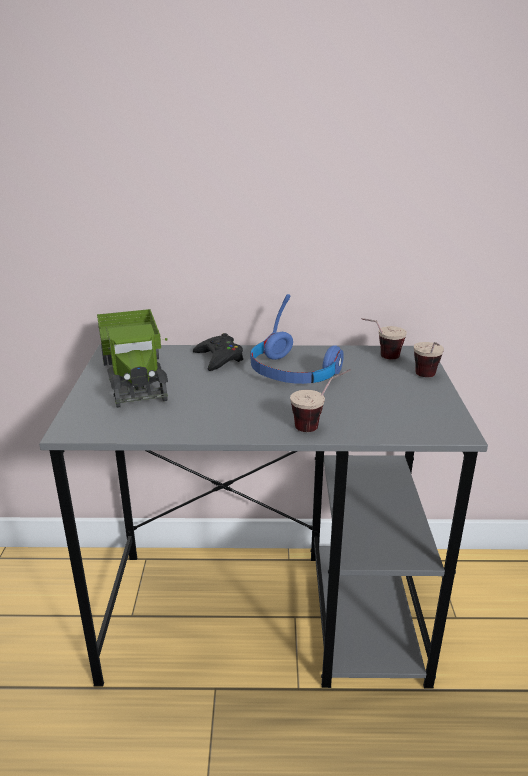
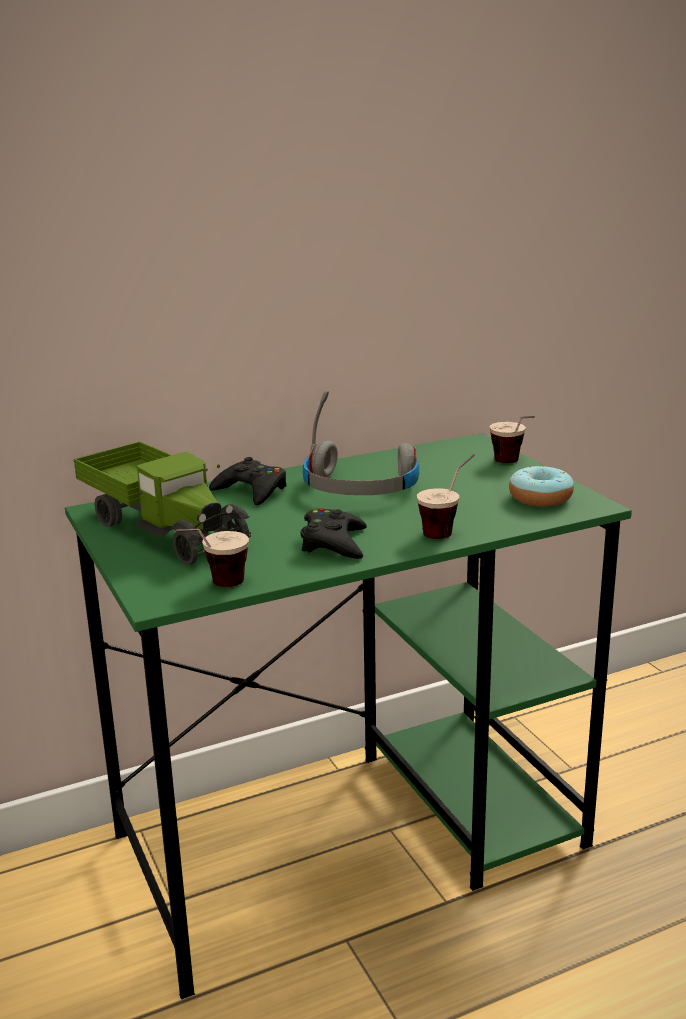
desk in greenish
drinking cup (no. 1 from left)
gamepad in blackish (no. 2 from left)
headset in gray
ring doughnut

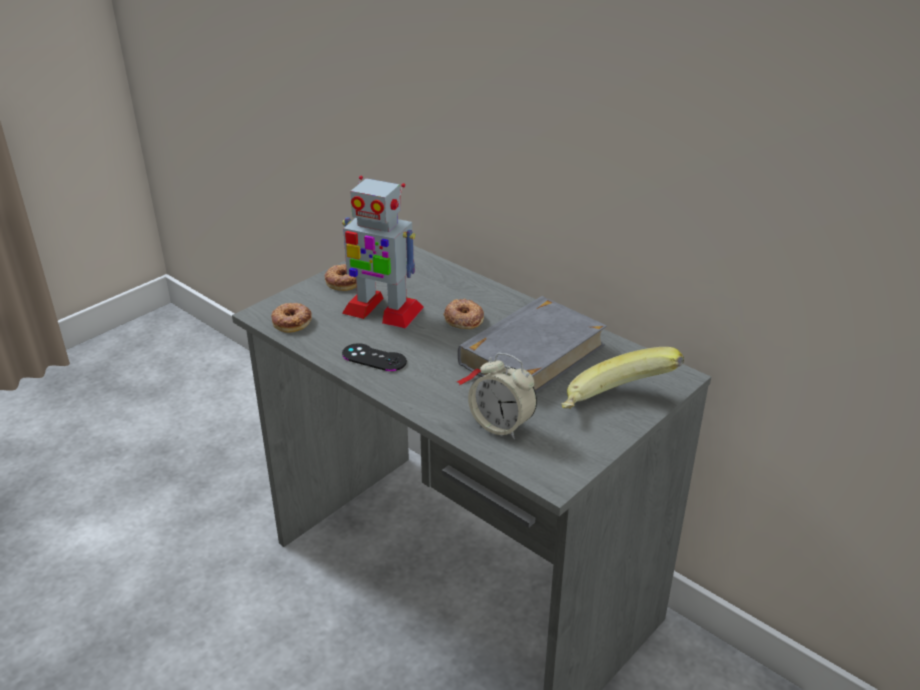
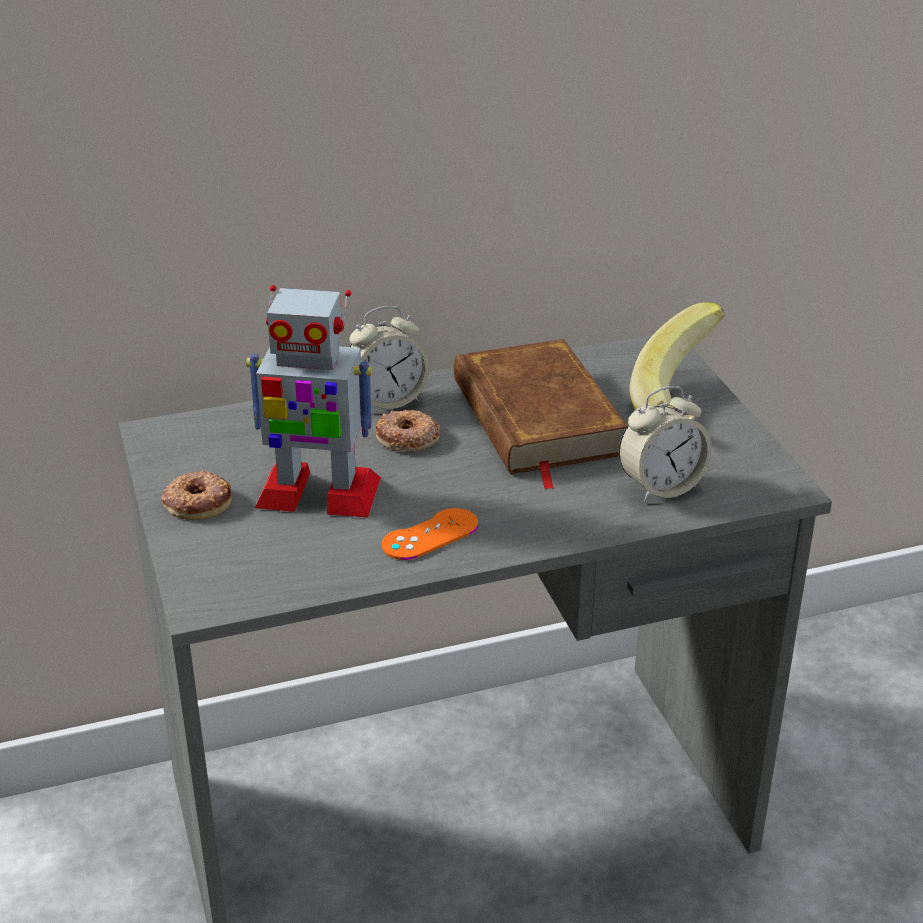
robot figure
table clock (no. 1 from left)
gamepad in orangey
bound book in brown-coloured
ring doughnut (no. 1 from left in the first image)

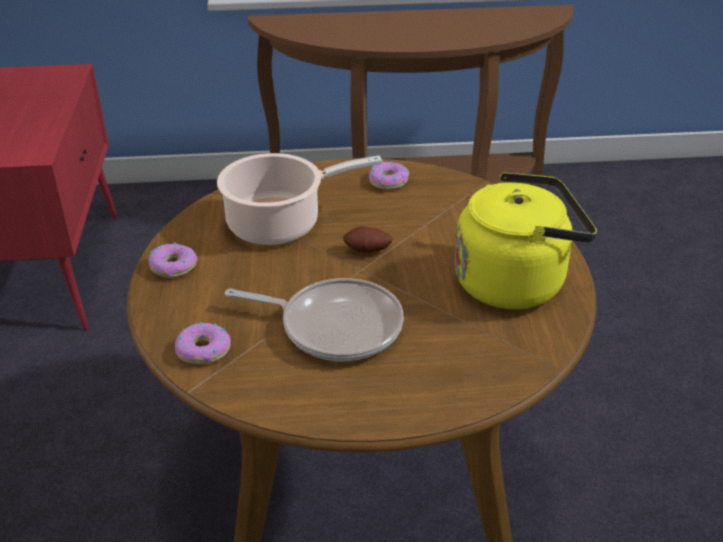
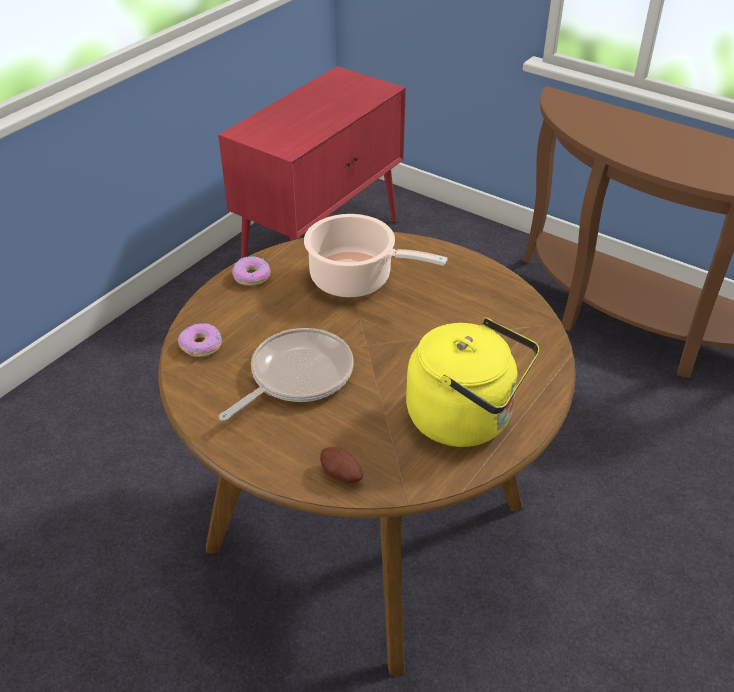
skillet
whole potato
ring doughnut (no. 3 from left in the first image)

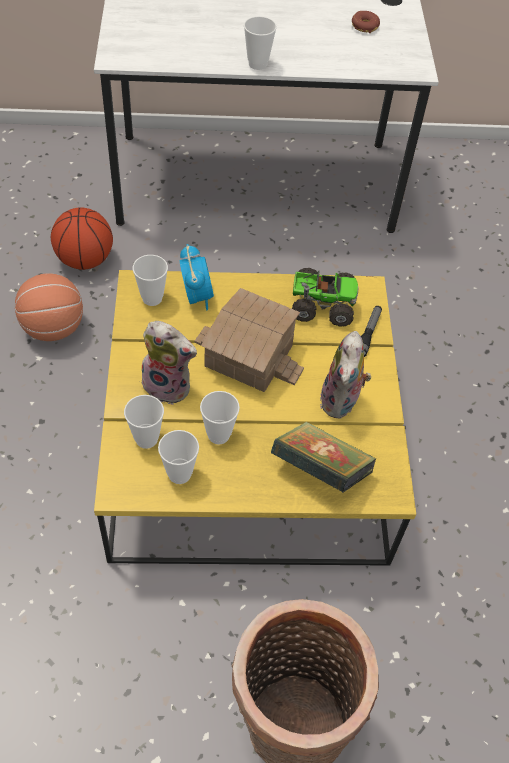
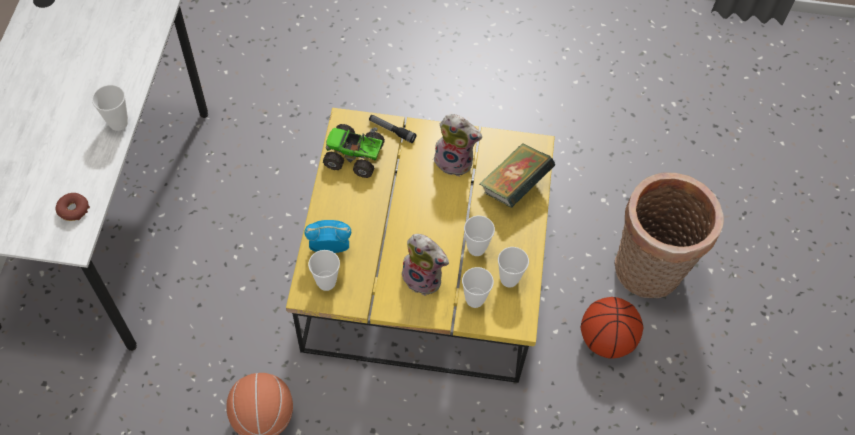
ring doughnut
model truck
soft toy (no. 1 from left)
basketball ball (no. 2 from left)
miniature house

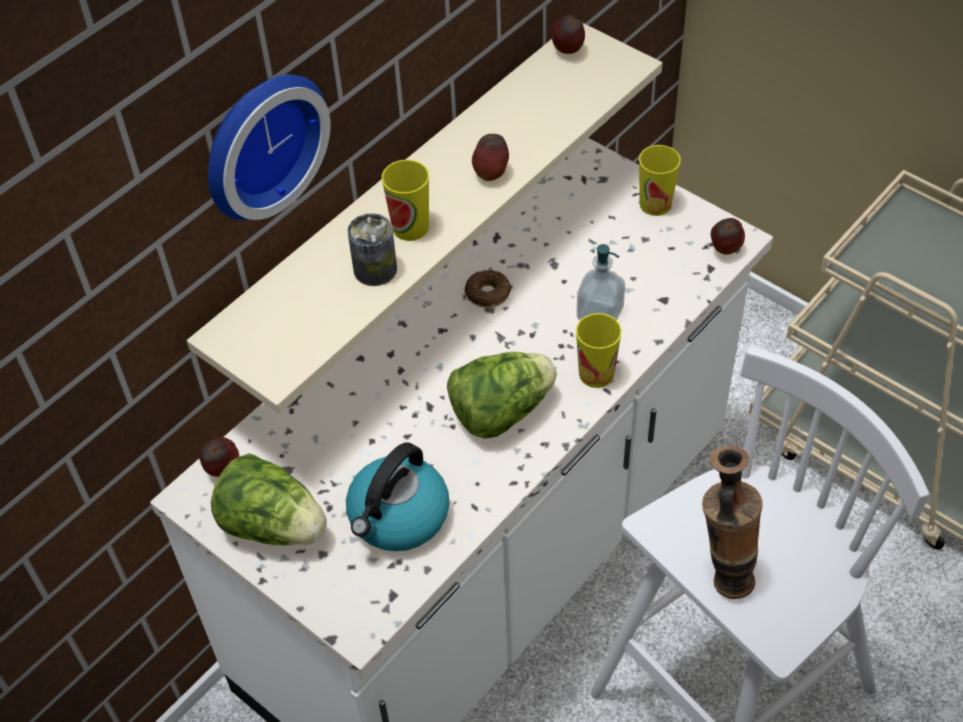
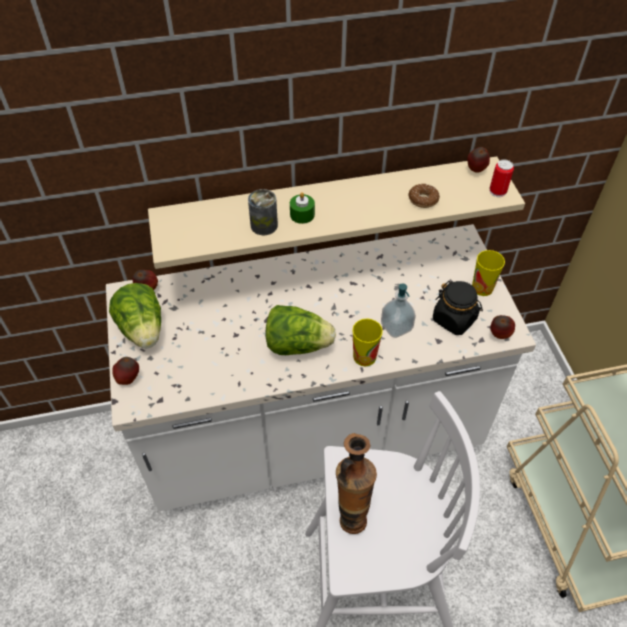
apple (no. 1 from left)
candle in greenish
ring doughnut
storage jar in blackish
metal can (no. 2 from left)
wall clock
kettle

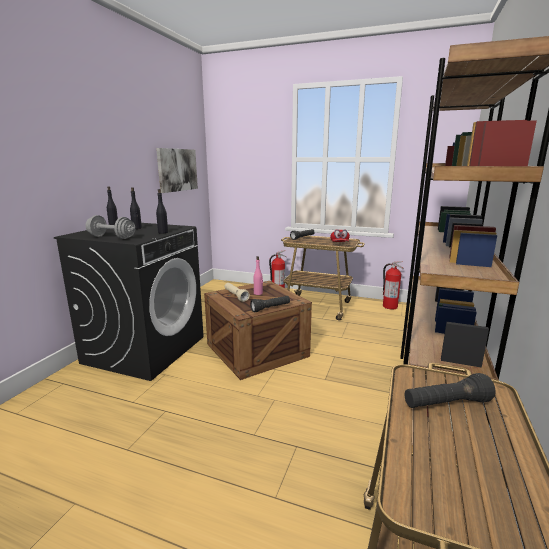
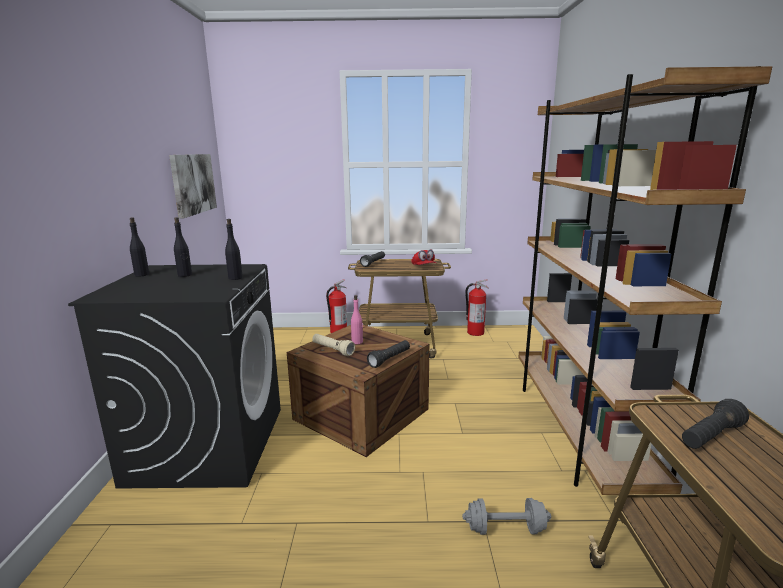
free weight in gray

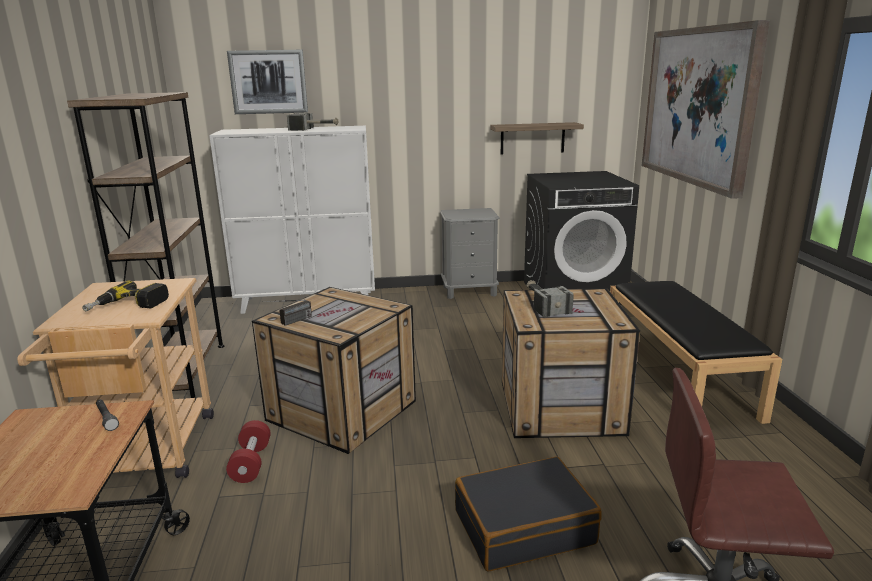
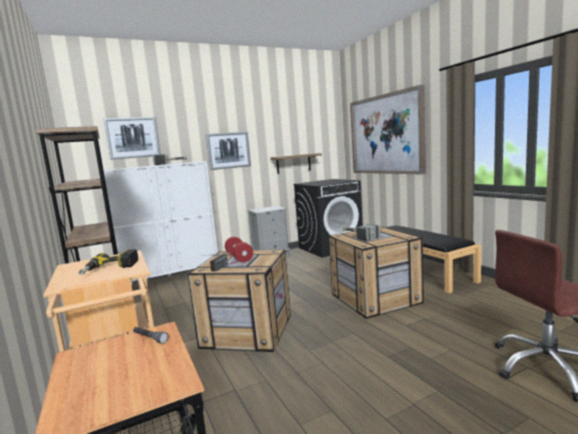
wall art (no. 2 from left)
free weight in reddish
travel case in blackish

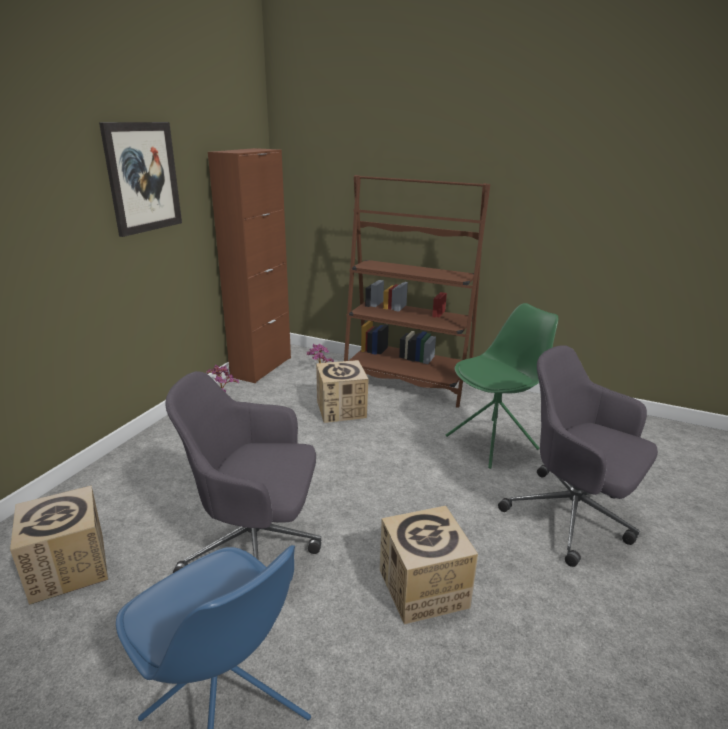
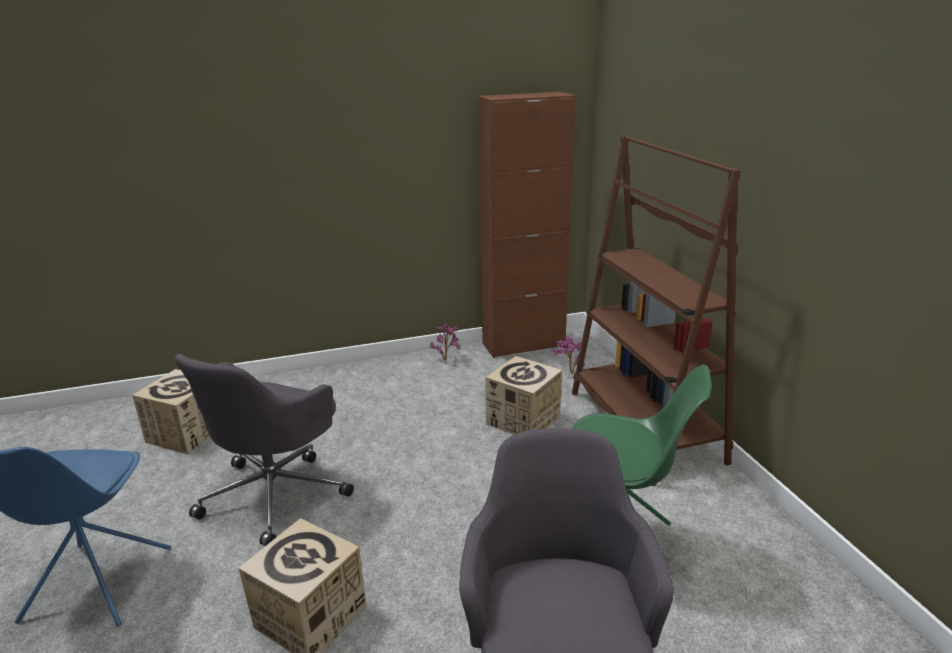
computer chair in gray (no. 1 from left)
wall art

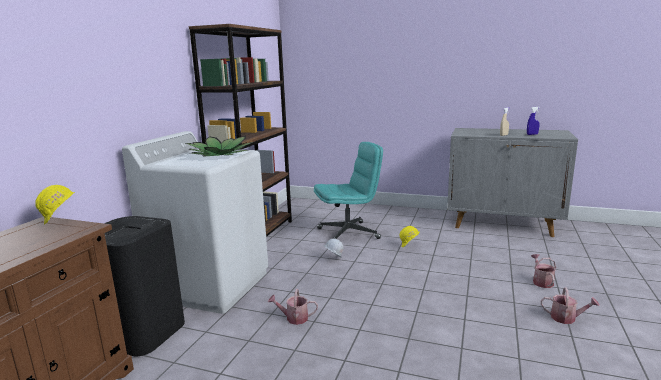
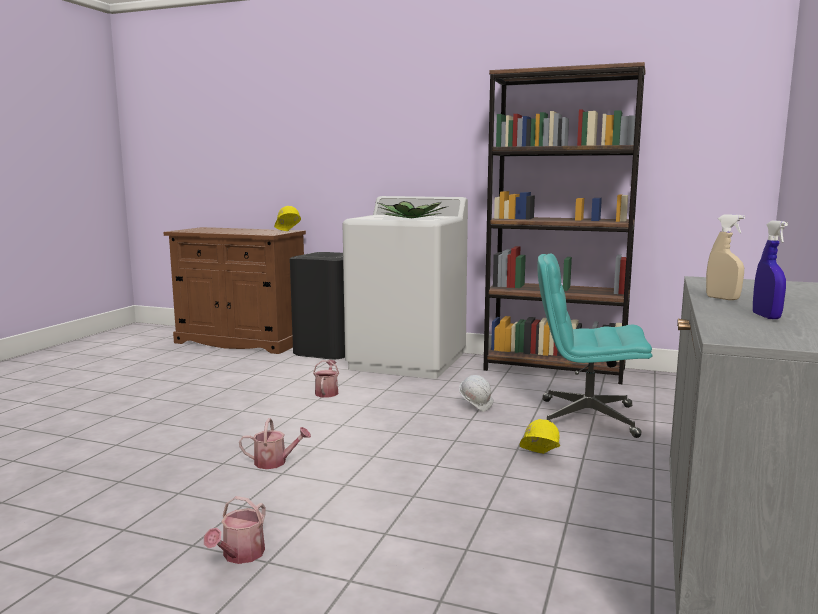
watering pot (no. 2 from left)
computer chair in blue-green

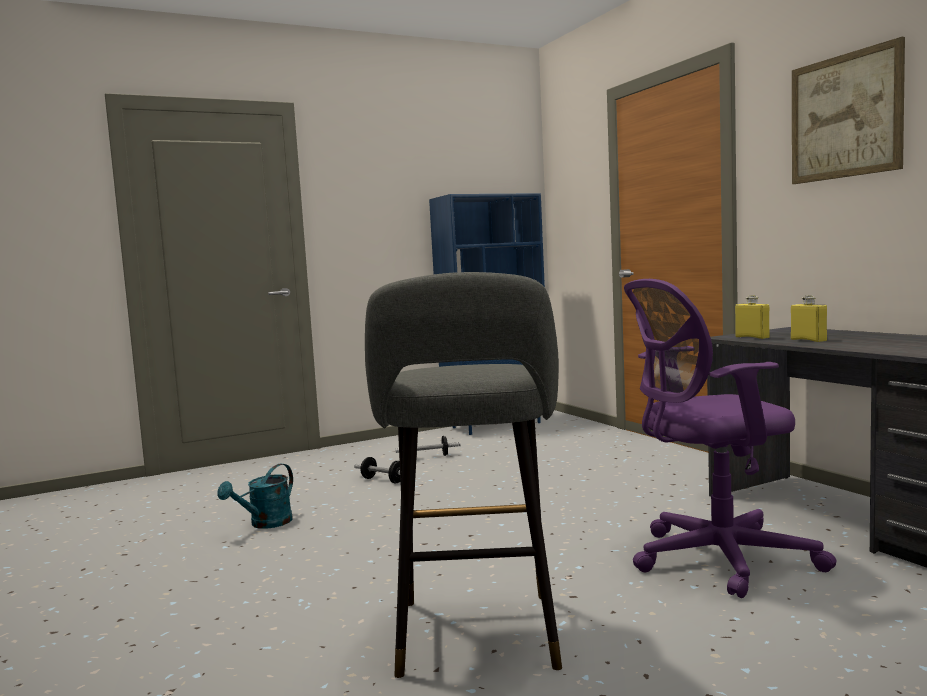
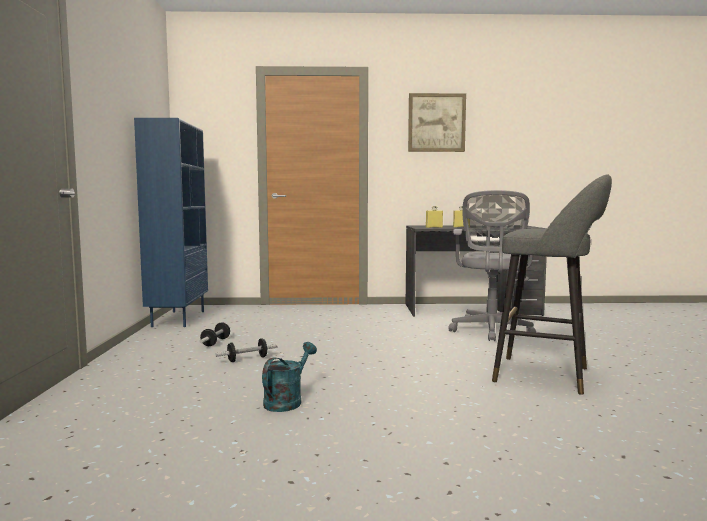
watering pot in blue-green
computer chair in gray

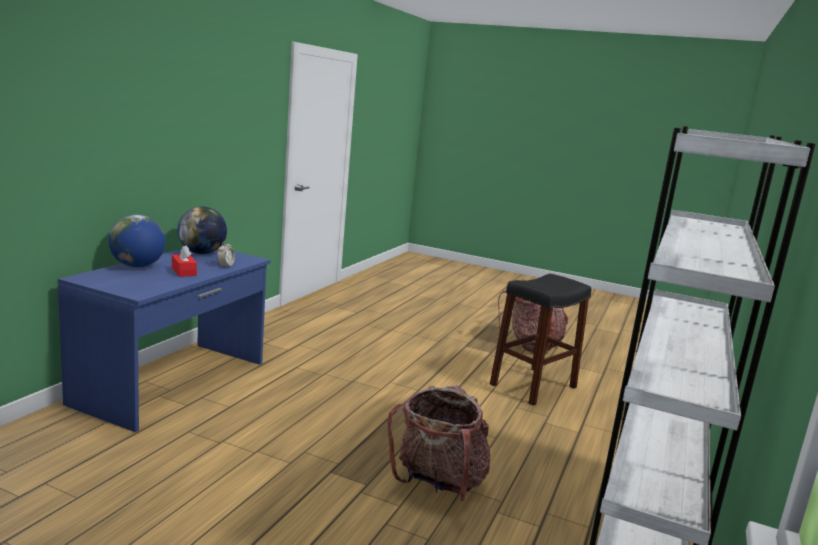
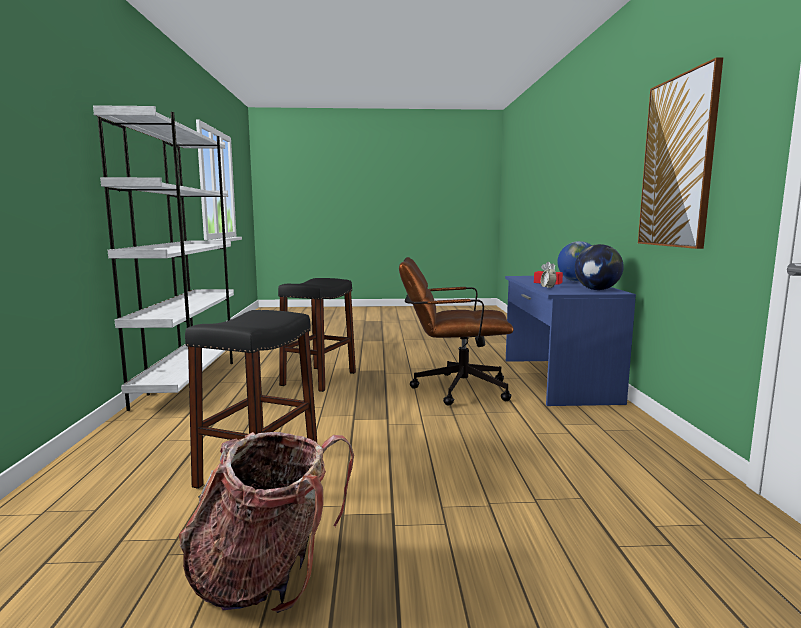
stool in blackish (no. 2 from left)
computer chair in brown-coloured
wall art

